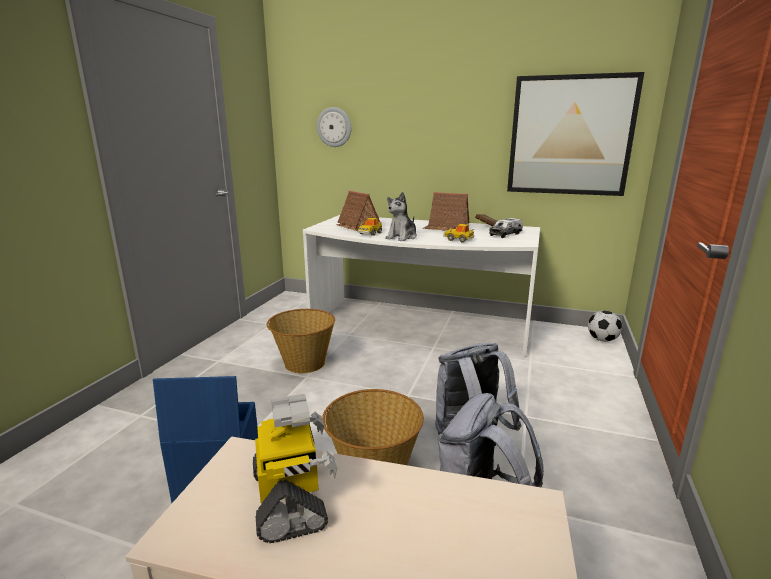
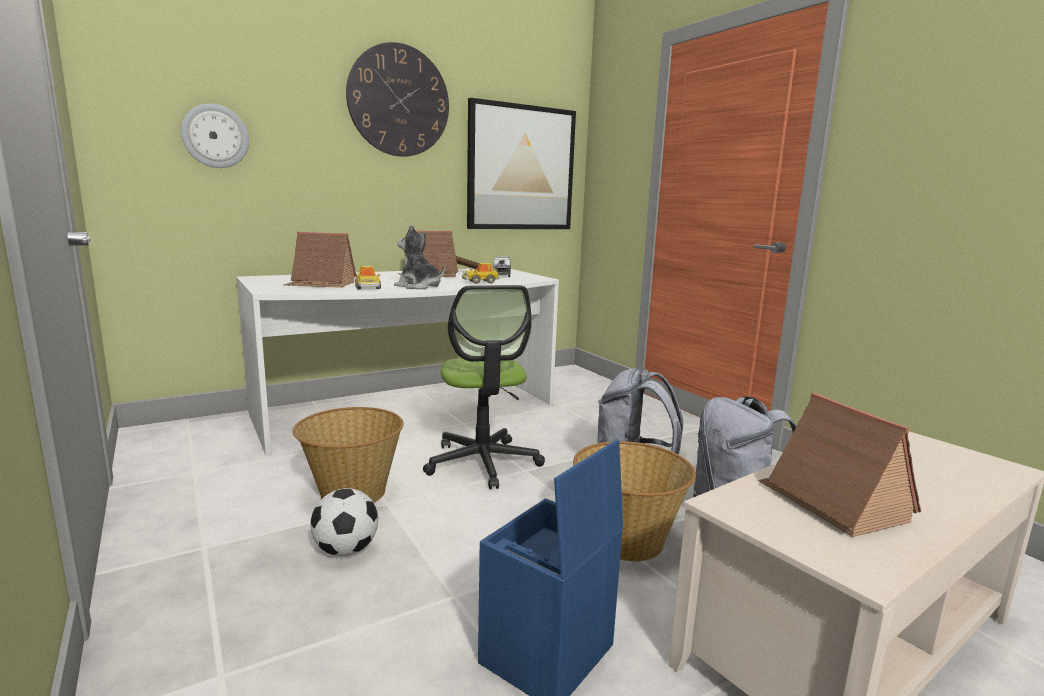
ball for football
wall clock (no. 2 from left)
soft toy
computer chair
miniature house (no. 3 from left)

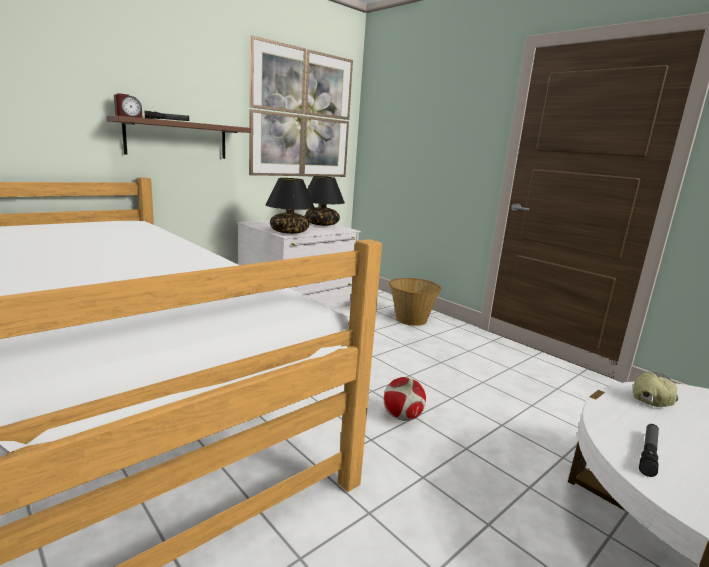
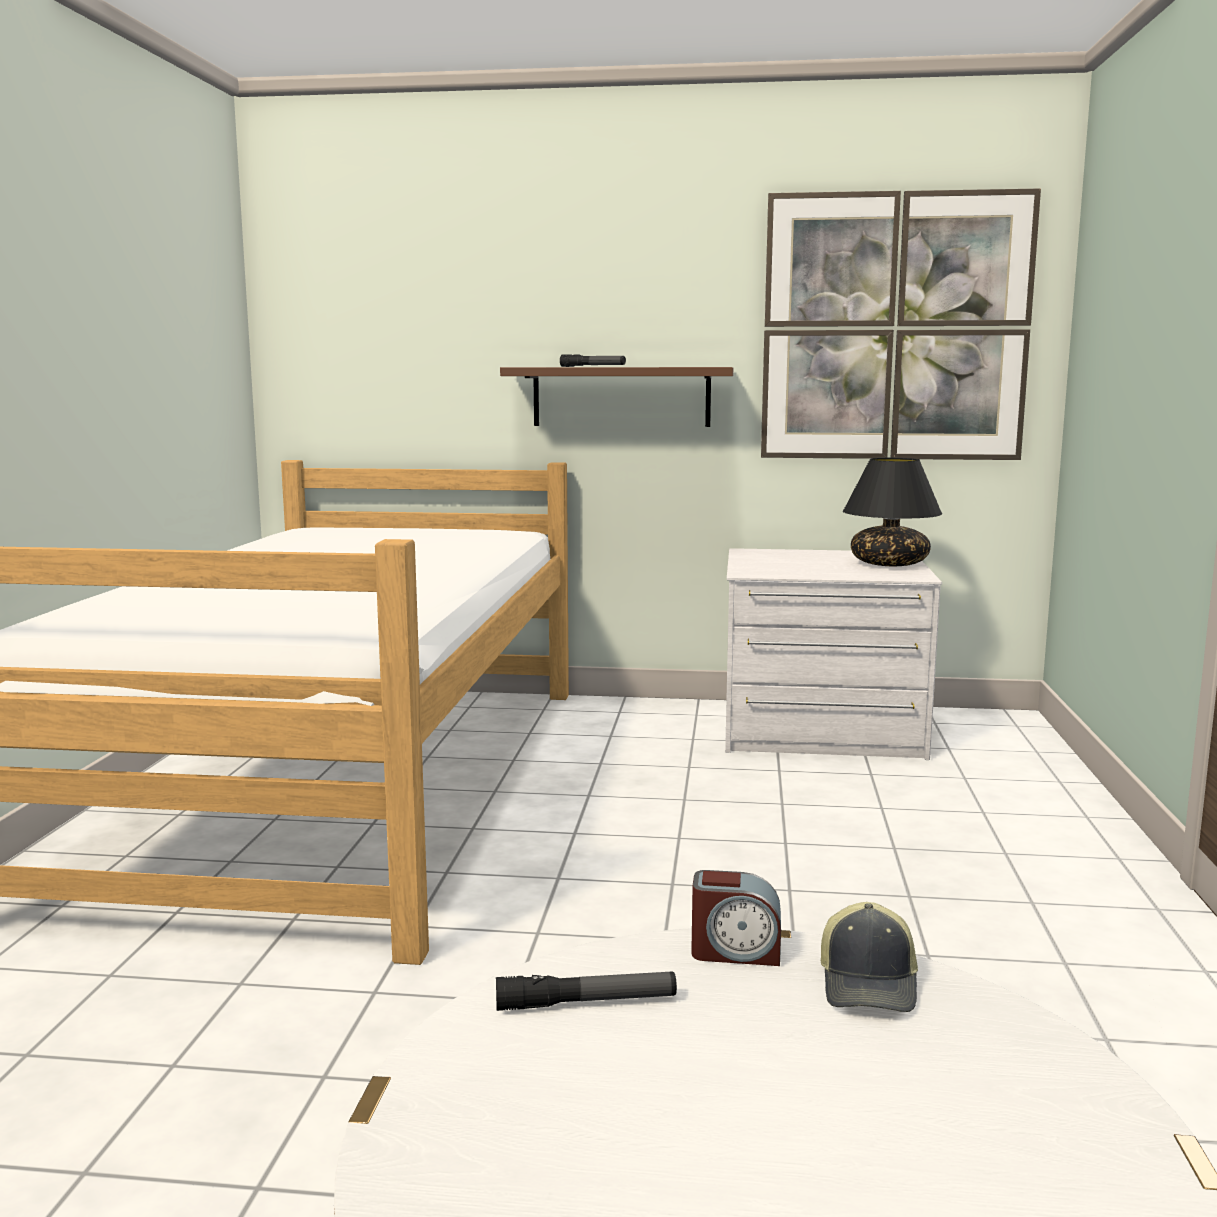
table clock
cap
tabletop lamp in blackish (no. 1 from left in the first image)
ball for football
basket

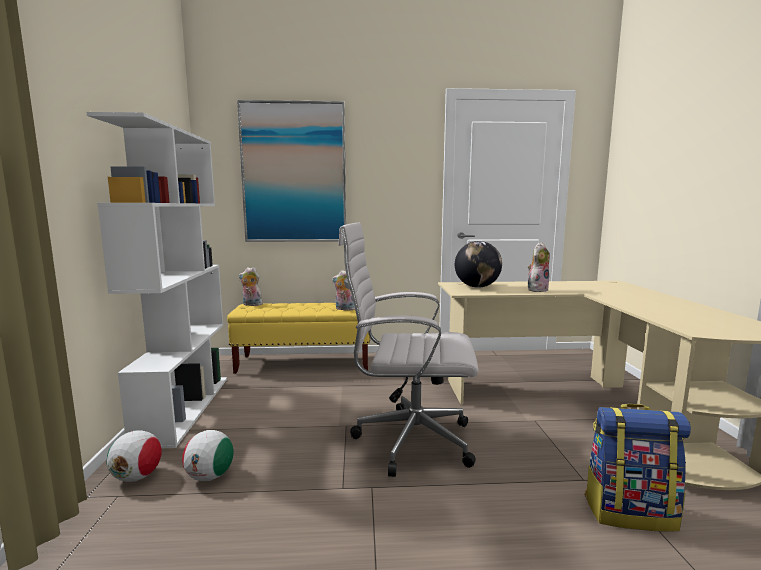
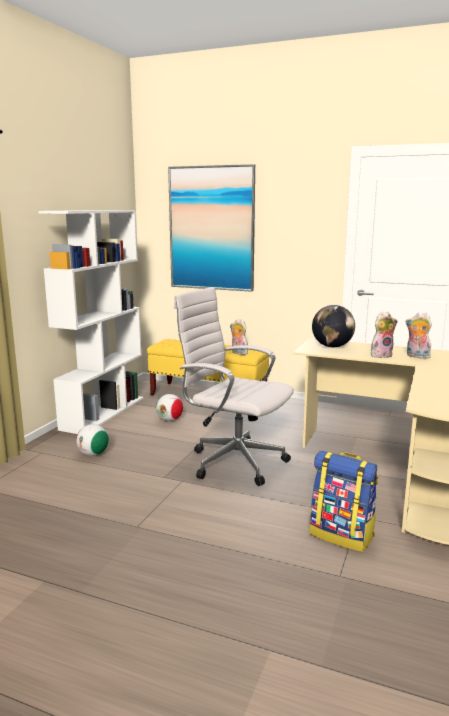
ball for football (no. 2 from left)
soft toy (no. 3 from left)

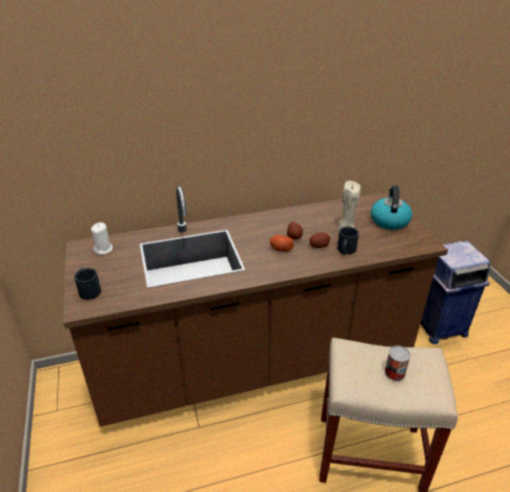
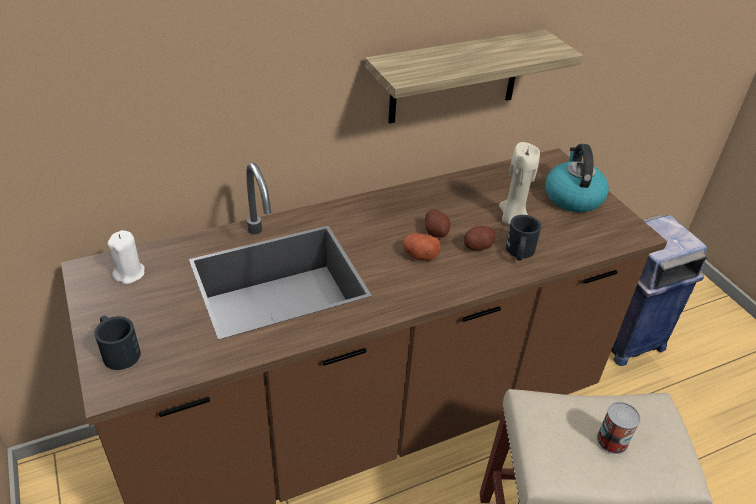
bracket shelf

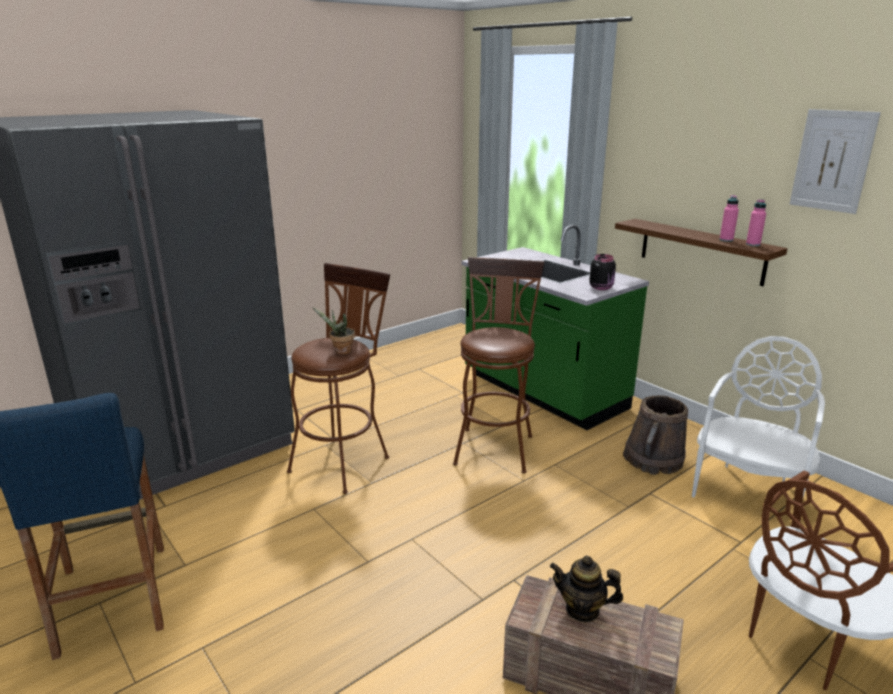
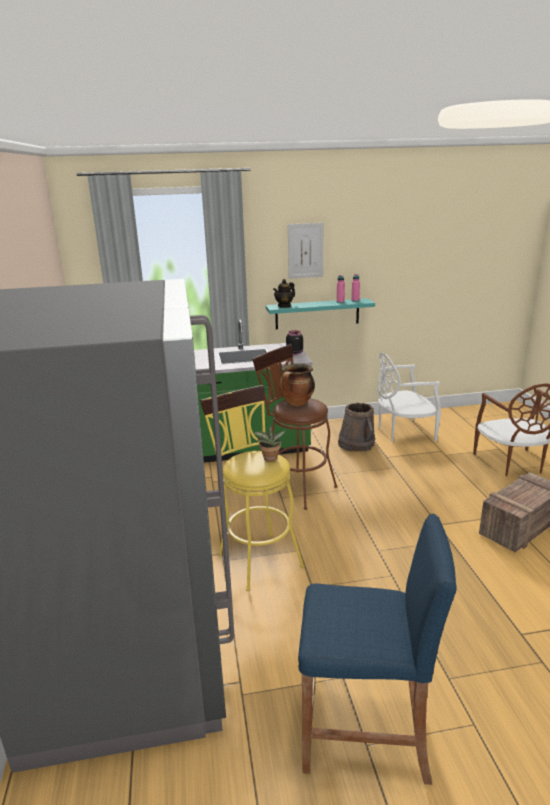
stool in yellowish
bracket shelf in blue-green
tea pot
saucepot
wall art
chair in white-coloured

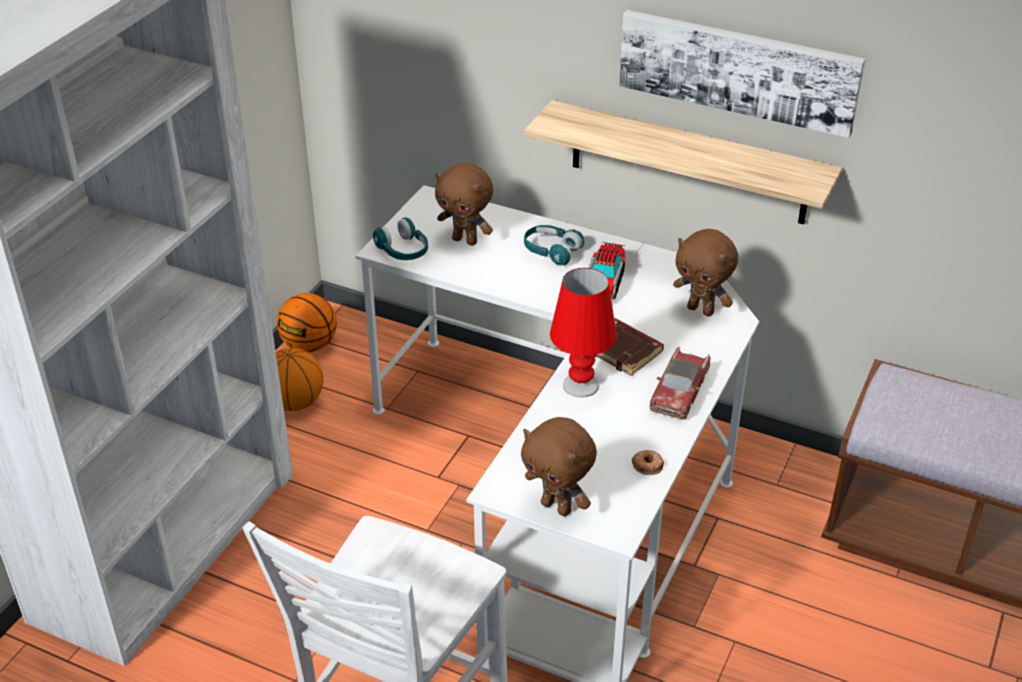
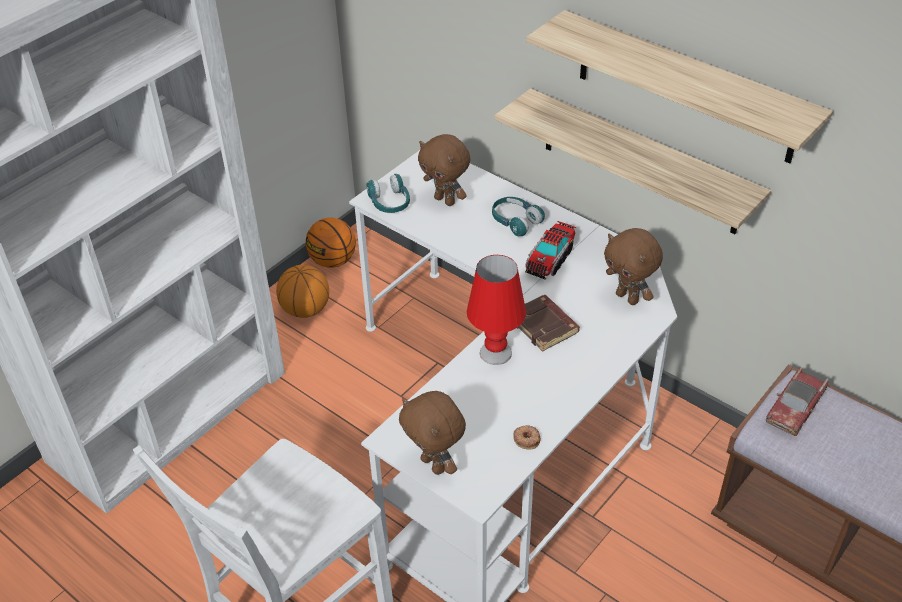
bracket shelf (no. 2 from left)
toy car

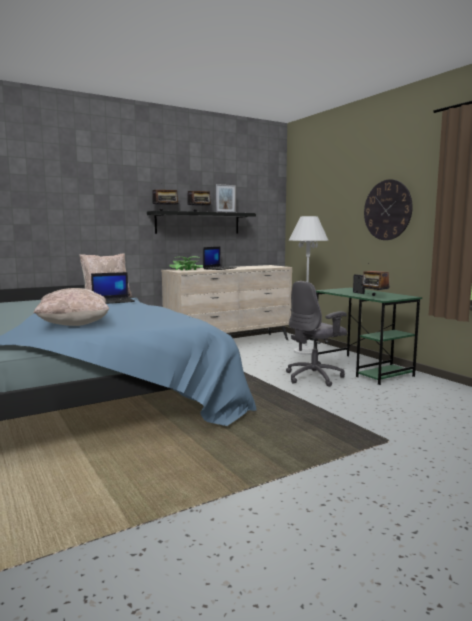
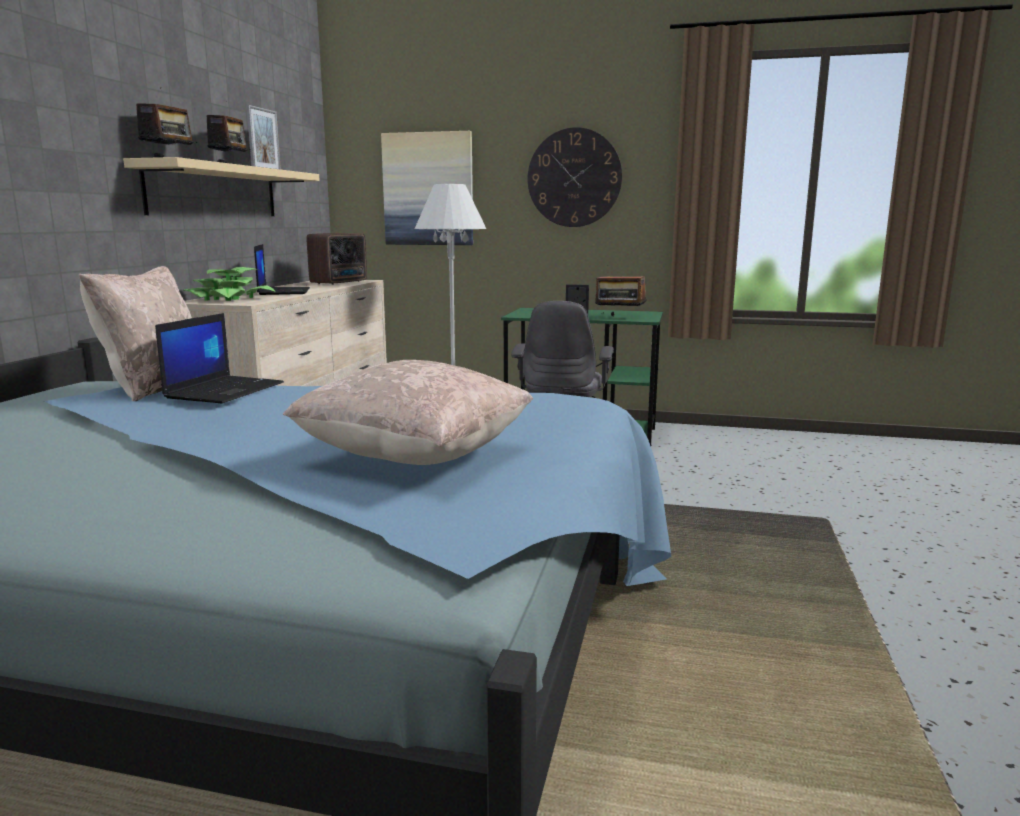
bracket shelf in sand-coloured
radio (no. 3 from left)
wall art

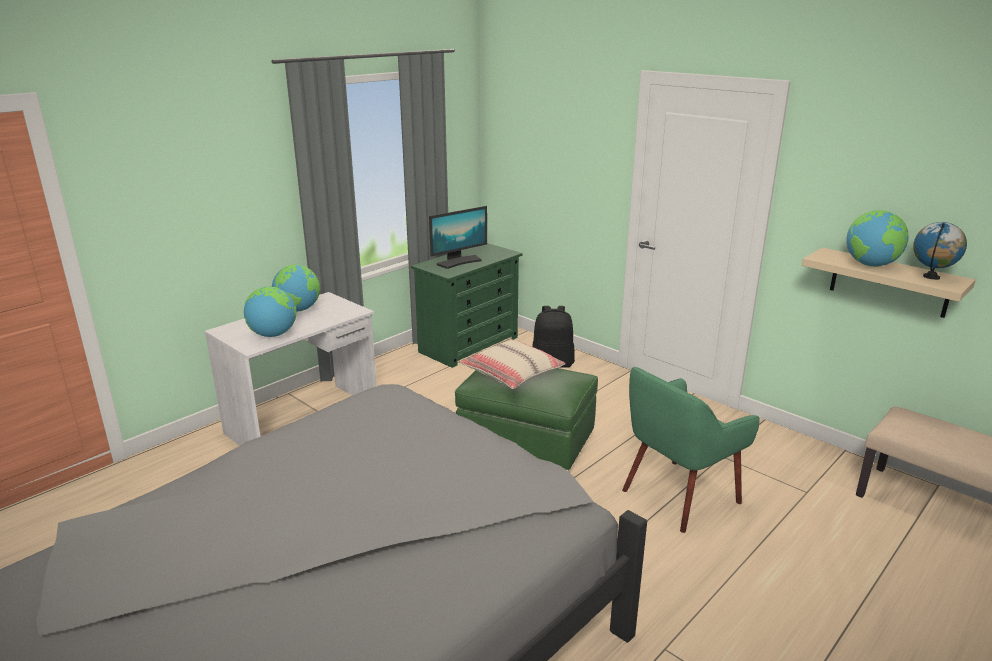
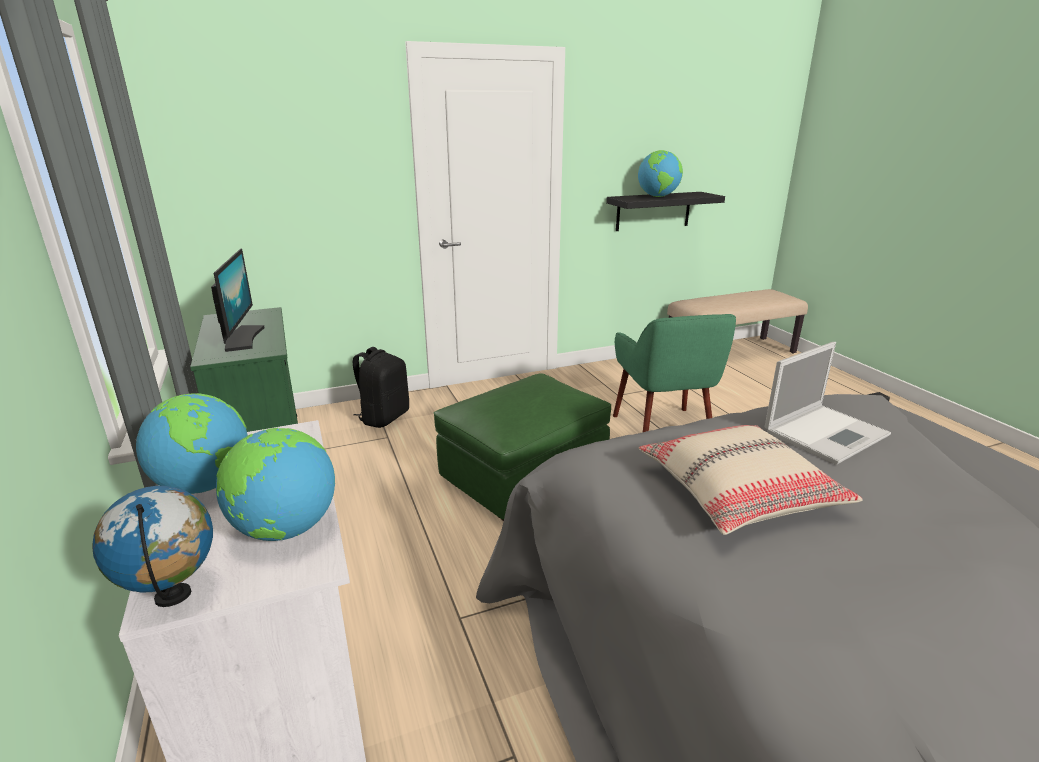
globe (no. 1 from left)
bracket shelf in blackish
throw pillow in sand-coloured
notebook computer

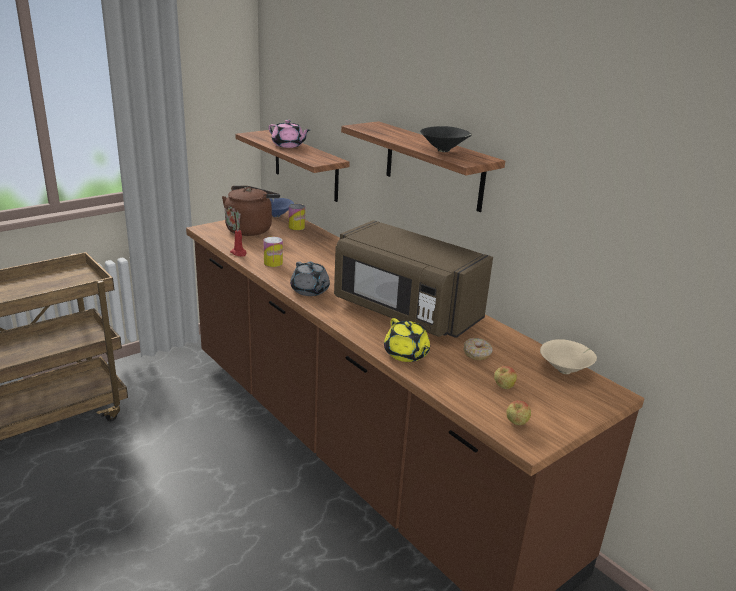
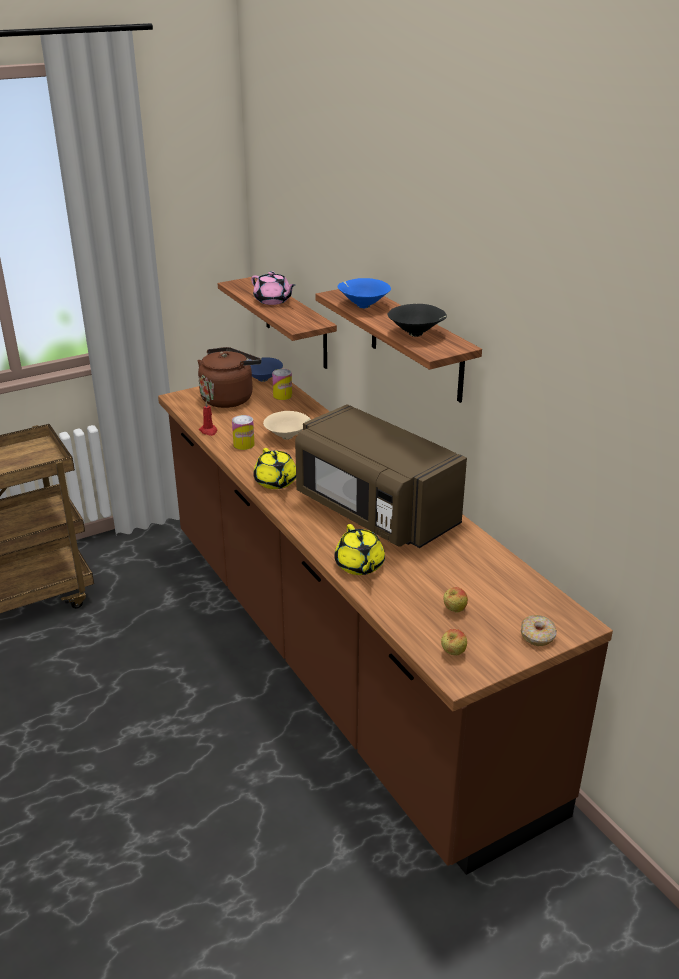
tea pot in yellowish (no. 1 from left)
bowl in sand-coloured
bowl in blue-coloured (no. 2 from left)
ring doughnut

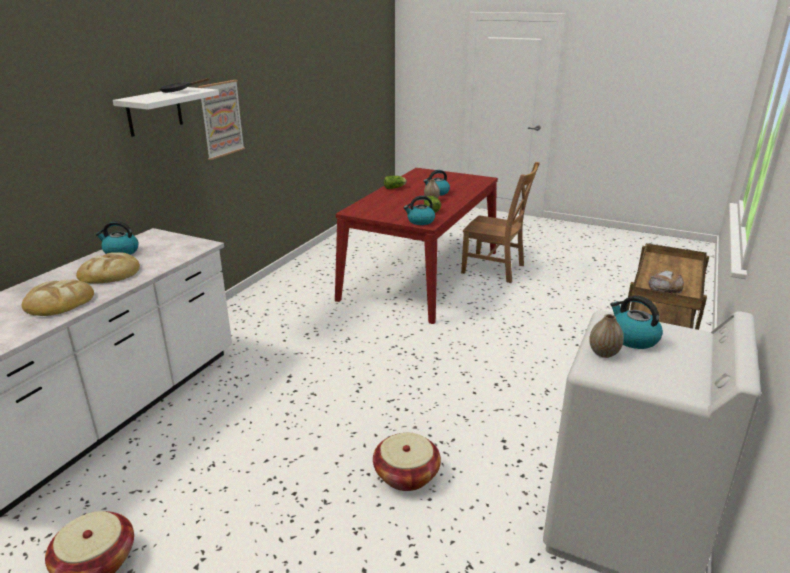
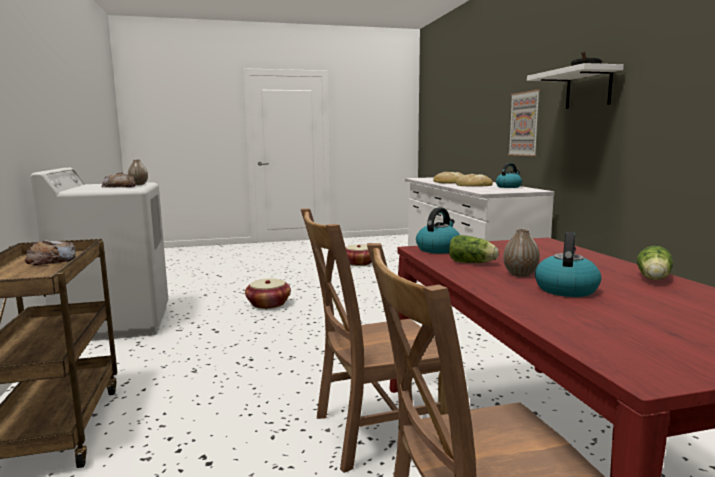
bread (no. 2 from left)
chair in brown-coloured (no. 1 from left)
wall art

